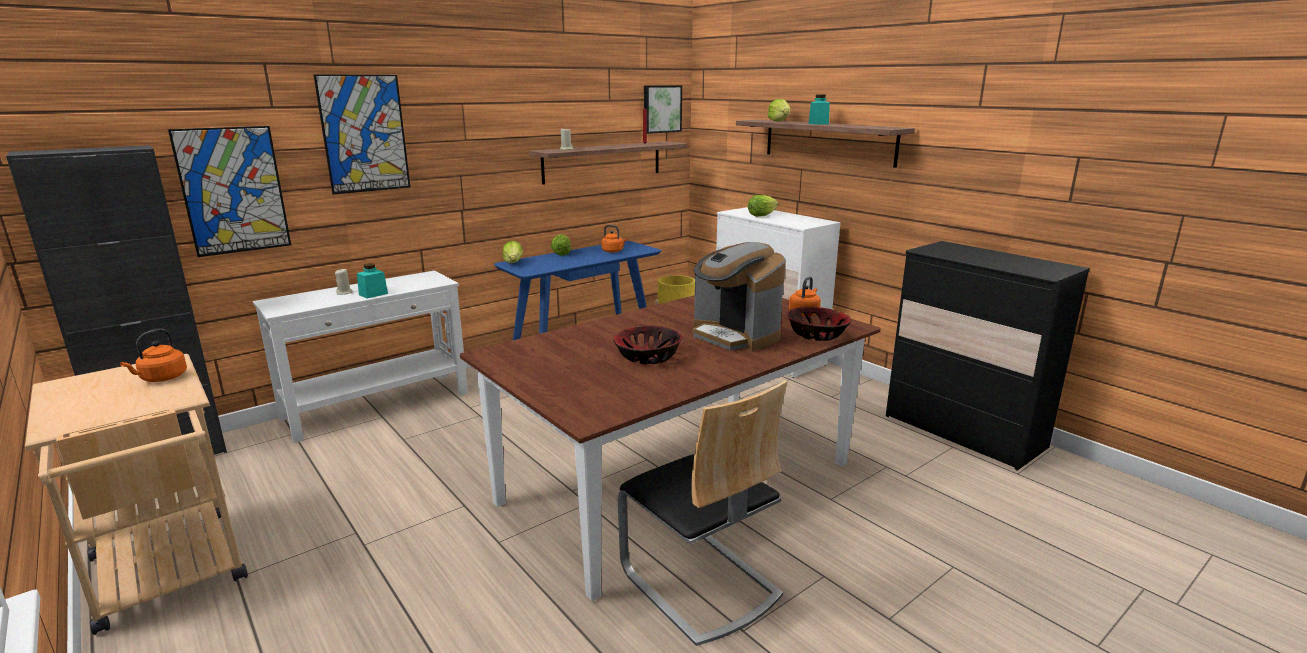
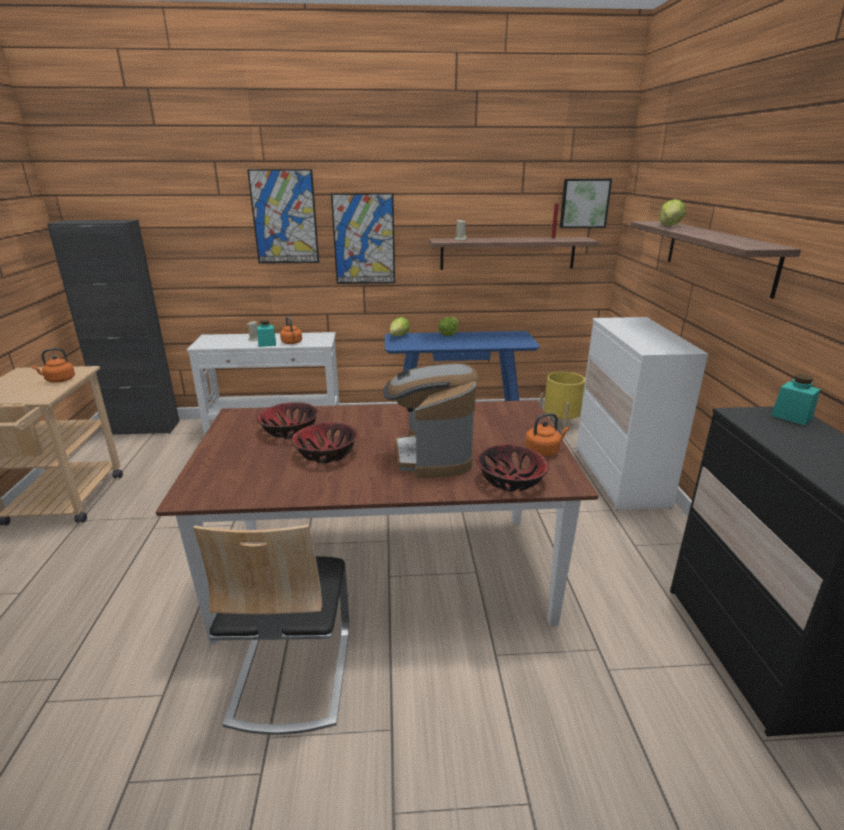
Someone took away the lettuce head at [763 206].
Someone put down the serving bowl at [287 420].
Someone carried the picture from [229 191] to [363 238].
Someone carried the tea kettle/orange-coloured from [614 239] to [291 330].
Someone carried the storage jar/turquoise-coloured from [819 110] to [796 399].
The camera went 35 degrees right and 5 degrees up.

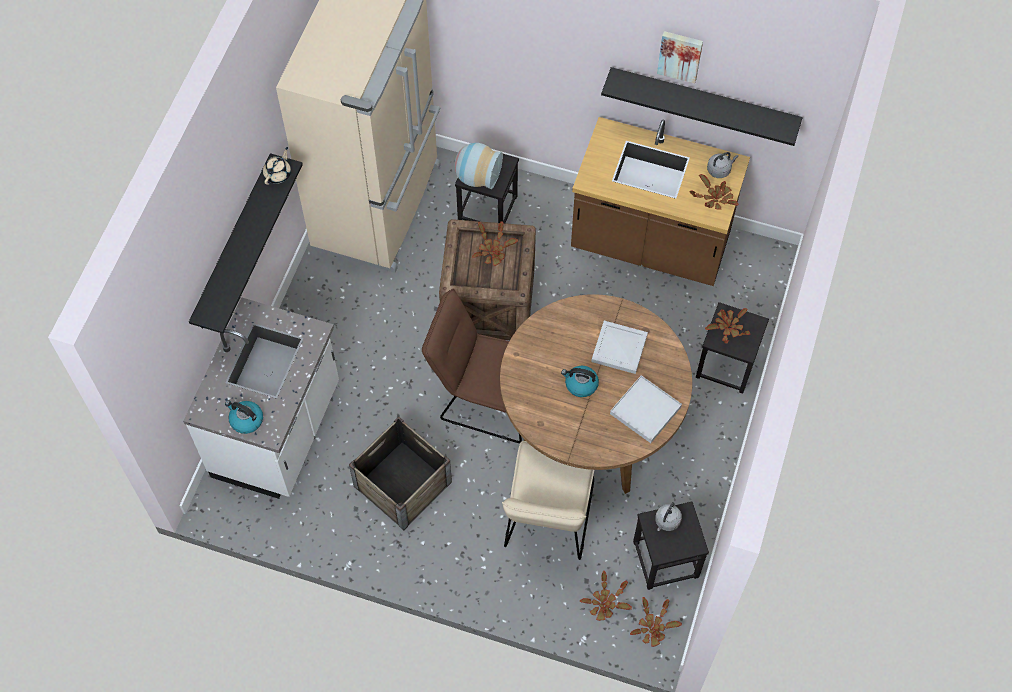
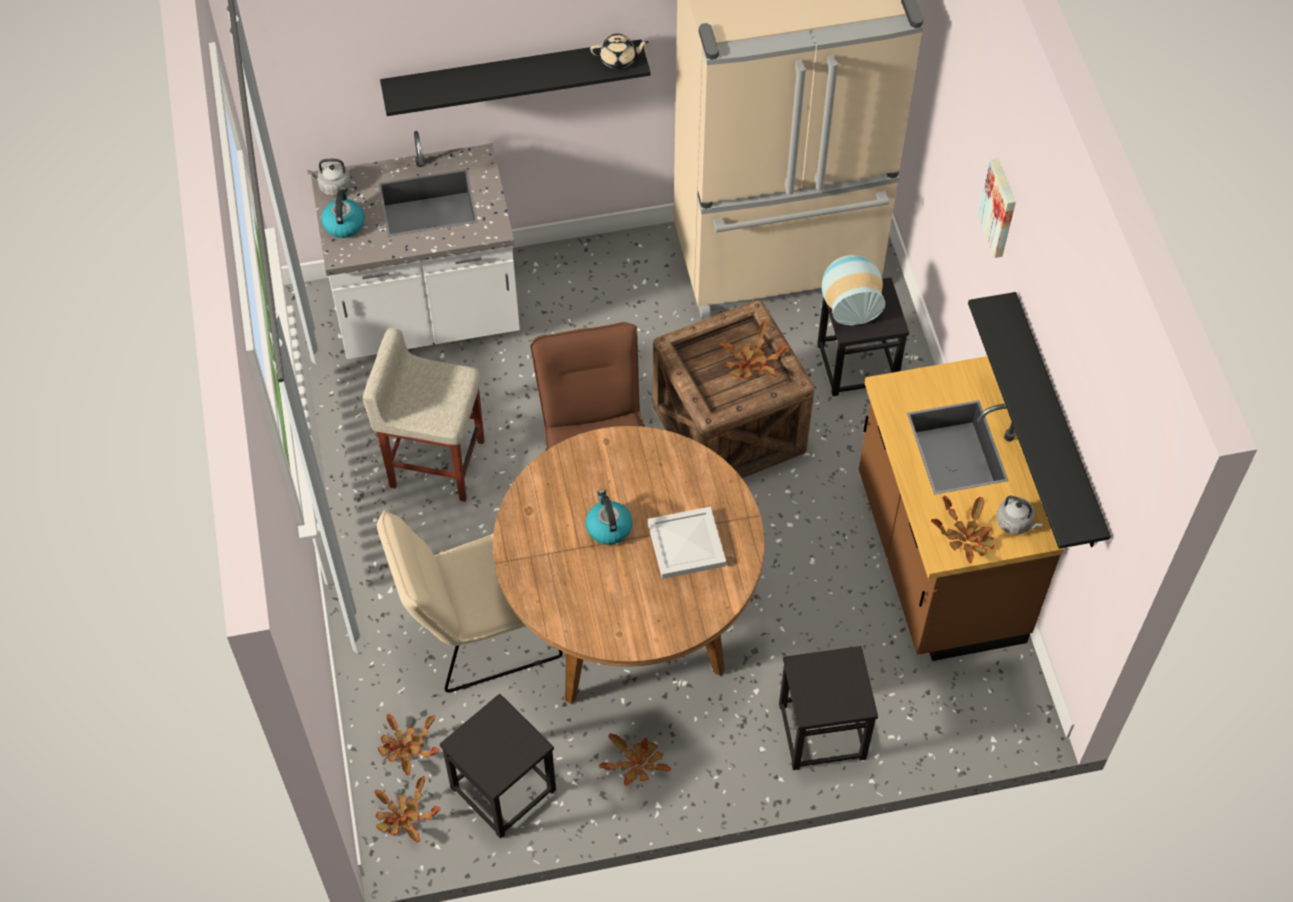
Someone took away the tray/whitish at [646 409].
Someone carried the tea kettle/greyish from [668 516] to [329 177].
Someone carried the picture from [680 57] to [997 208].
Someone carried the houseplant from [728 326] to [635 759].
Someone swapped the shipping crate at [400 473] for the stool seat/beige-coloured at [423 415].
The camera went 60 degrees right and 5 degrees down.

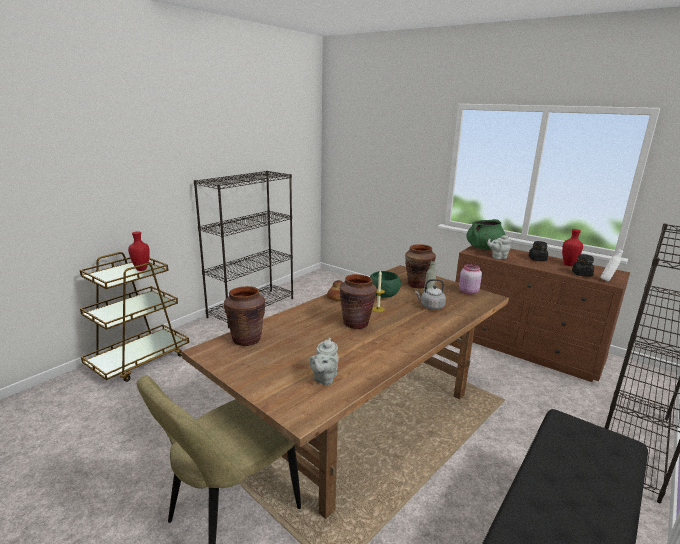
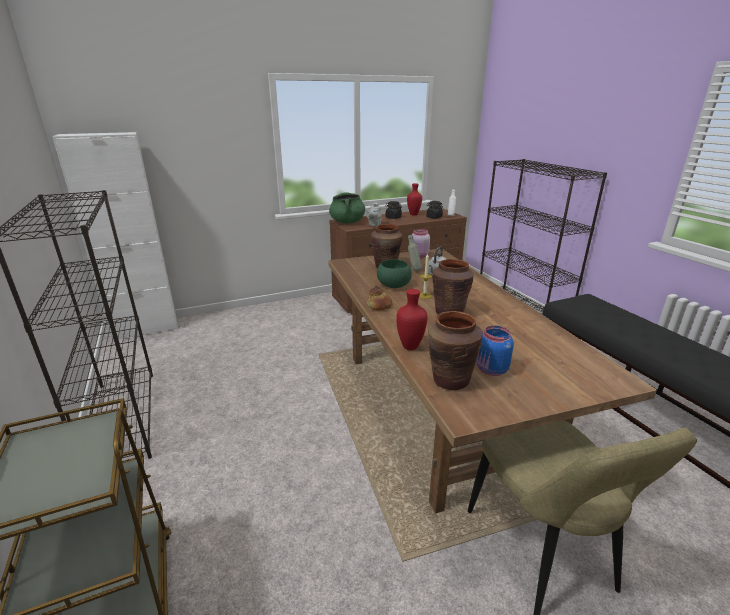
Someone took away the pot for tea/greyish at [324 361].
Someone put down the storage cabinet/whitish at [115 236].
Someone put down the storage jar/bluish at [495 351].
Someone carried the vase/red-coloured from [139 251] to [412 319].
The camera went 60 degrees left and 5 degrees up.

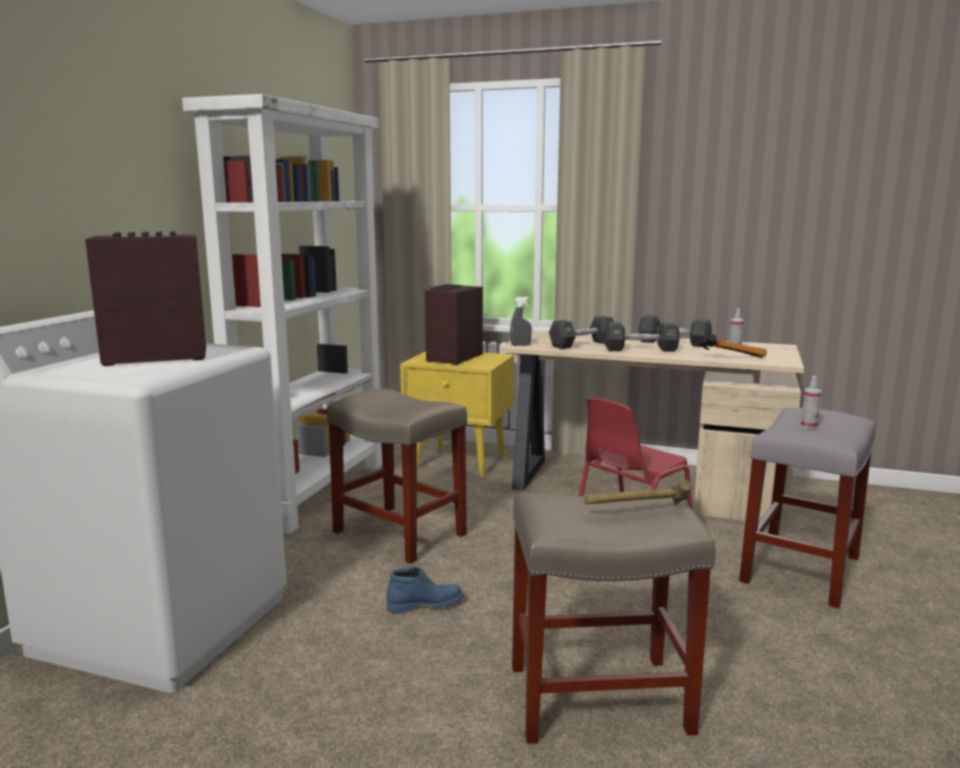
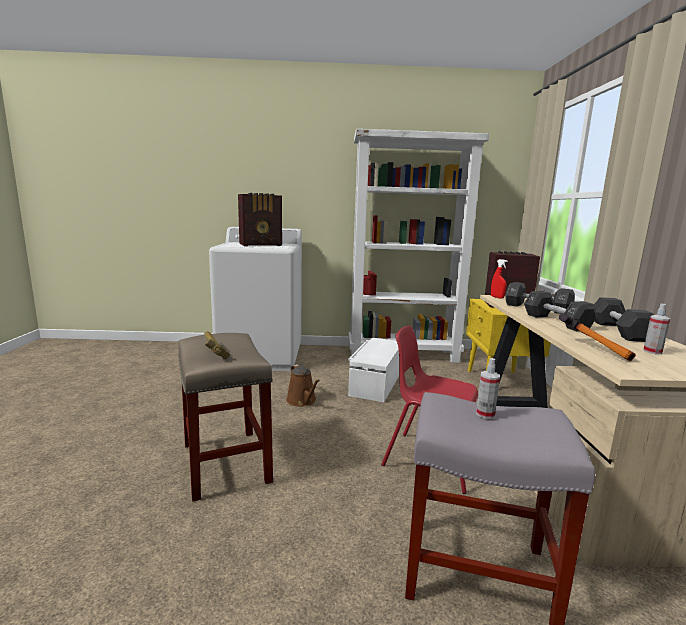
Someone swapped the stool seat/beige-coloured at [397 476] for the storage bin/whitish at [373 370].
Someone swapped the boot/bluish at [425 590] for the sprinkling can/brownish at [303 385].
Someone repainted the spray bottle/greyish at [521 321], which became the spray bottle/red-coloured at [499 278].
Someone rotated the radio receiver at [145 298] by 105 degrees clockwise.
The camera went 70 degrees right and 0 degrees up.

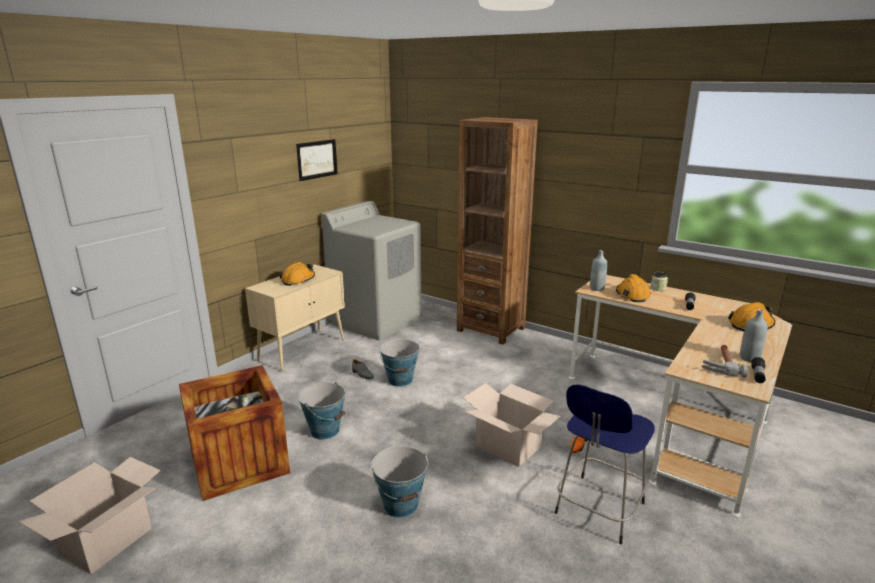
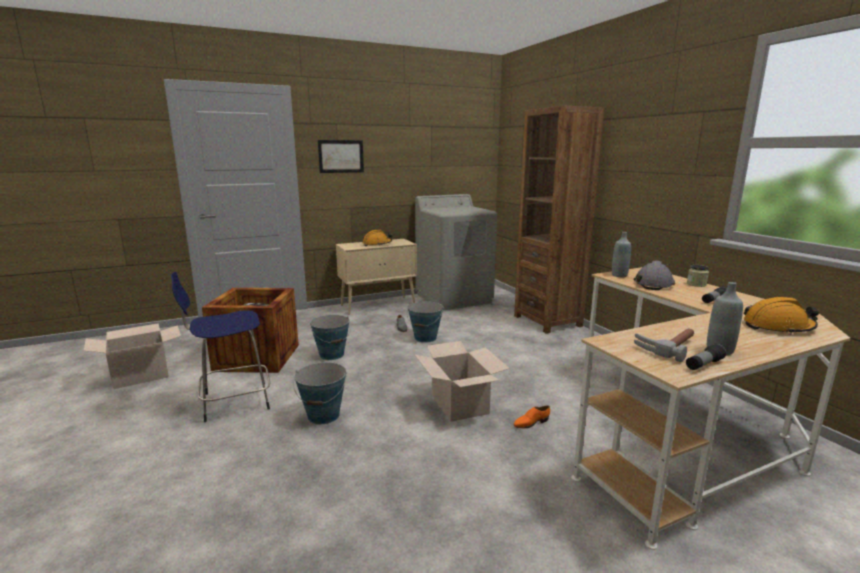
Someone carried the picture from [317 160] to [341 156].
Someone carried the stool seat/bluish from [605 464] to [220 347].
Someone repainted the safety helmet/orange-coloured at [633 288], which became the safety helmet/greyish at [654 275].
The camera went 30 degrees right and 5 degrees down.

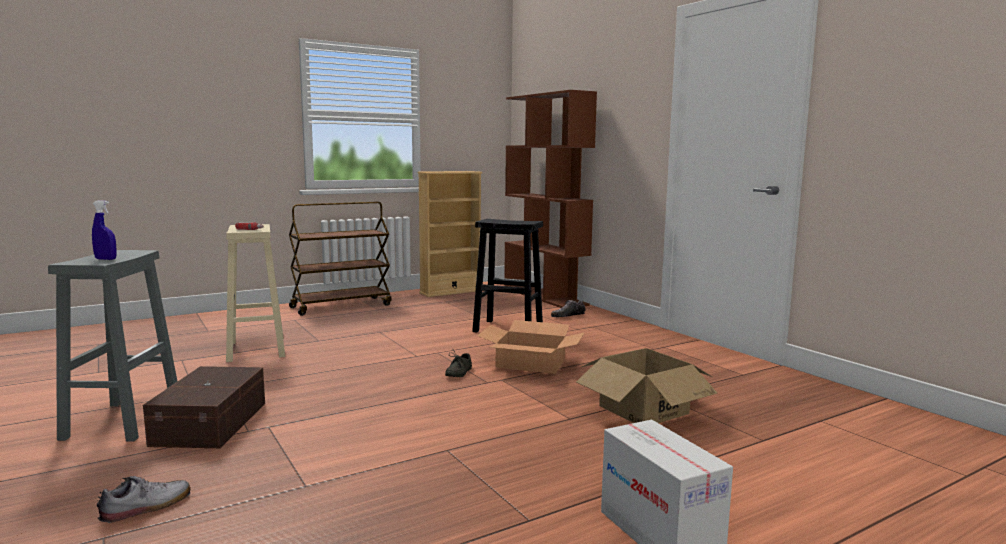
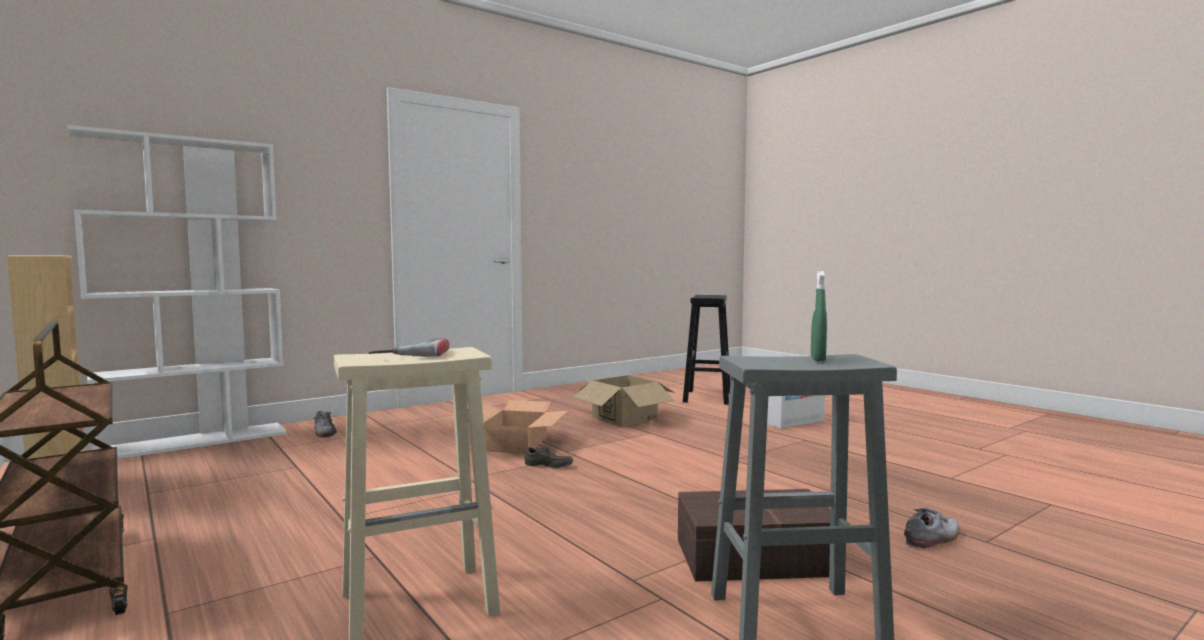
Someone carried the stool seat/black from [507 276] to [706 350].
Someone repainted the spray bottle/bluish at [104 230], which became the spray bottle/greenish at [819 316].
Someone repainted the shelving unit/brownish at [550 199], which became the shelving unit/whitish at [177 292].
Someone rotated the low shoe at [144 499] by 105 degrees clockwise.
The camera went 95 degrees left and 5 degrees down.

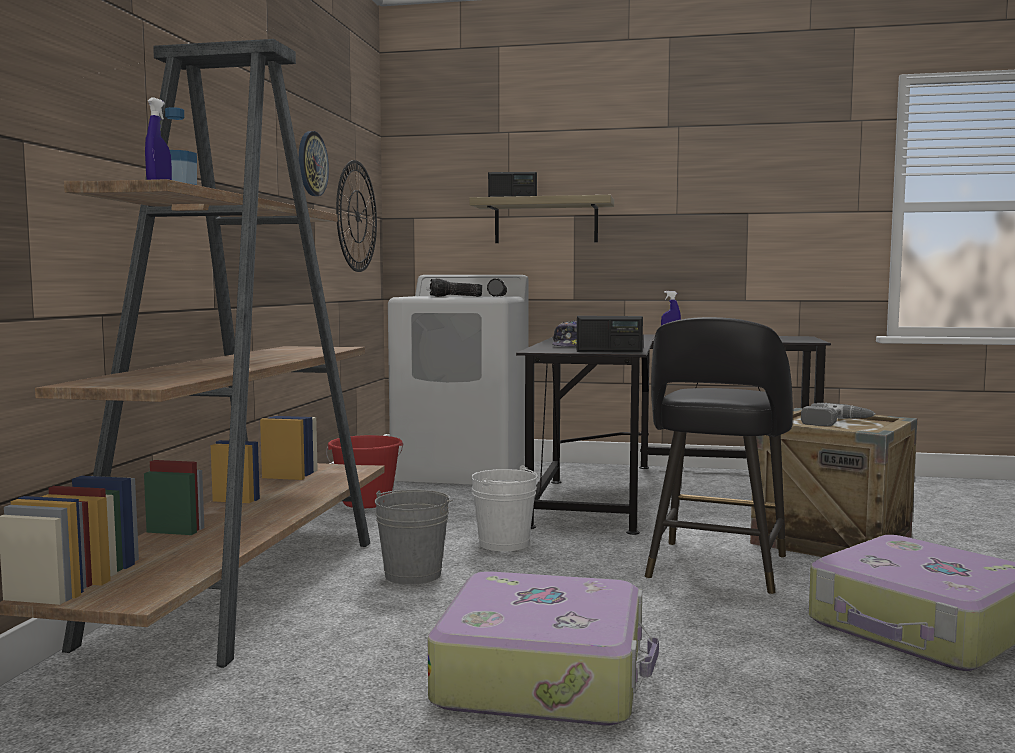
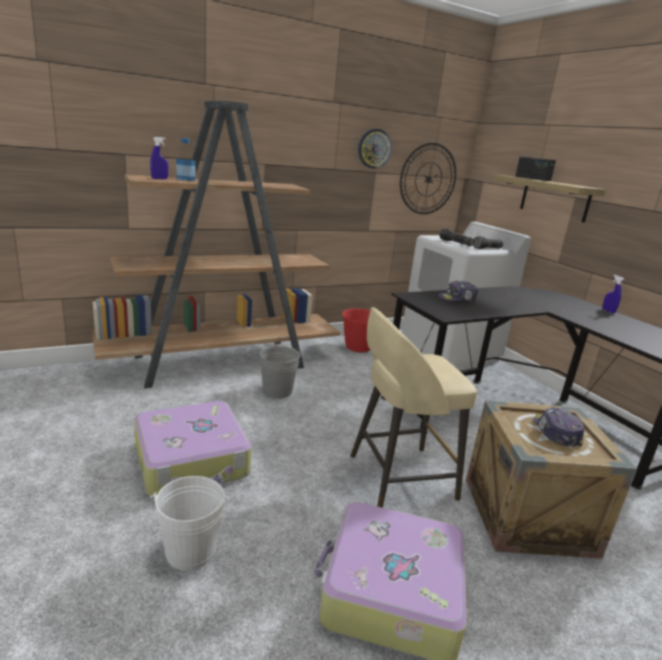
Someone took away the radio receiver at [610 334].
Someone carried the water bucket/whitish from [504 508] to [189 523].
Someone swapped the power drill at [838 414] for the cap at [558 427].
Someone repainted the stool seat/black at [719 456], which became the stool seat/beige-coloured at [414 407].
The camera went 50 degrees right and 15 degrees up.

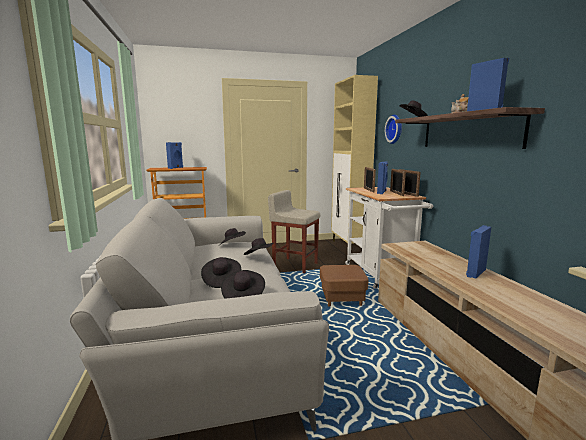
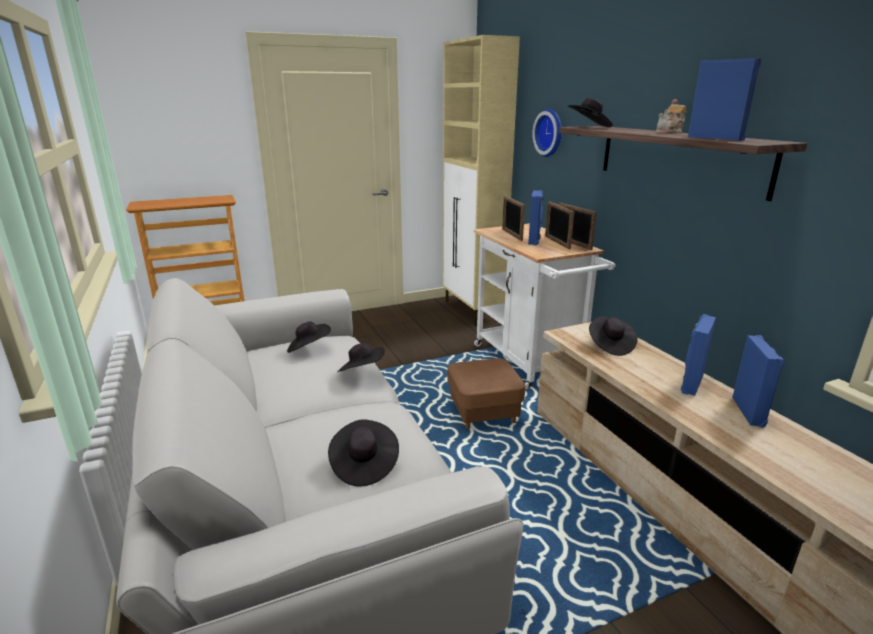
Someone took away the stool seat/beige-coloured at [294 231].
Someone carried the audio speaker/bluish from [174 155] to [758 381].
Someone carried the hat/black from [221 272] to [613 336].
The camera went 10 degrees left and 10 degrees up.

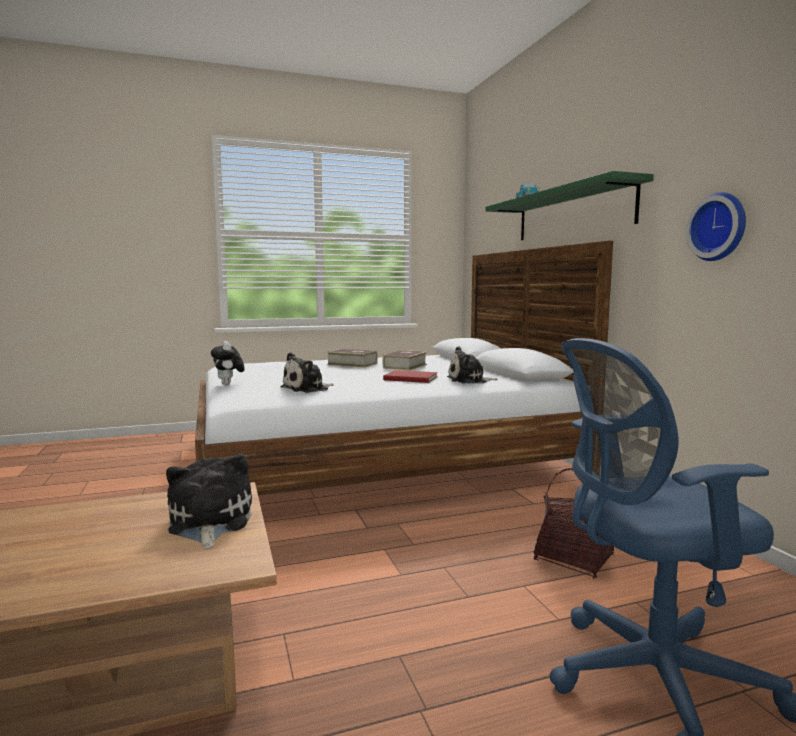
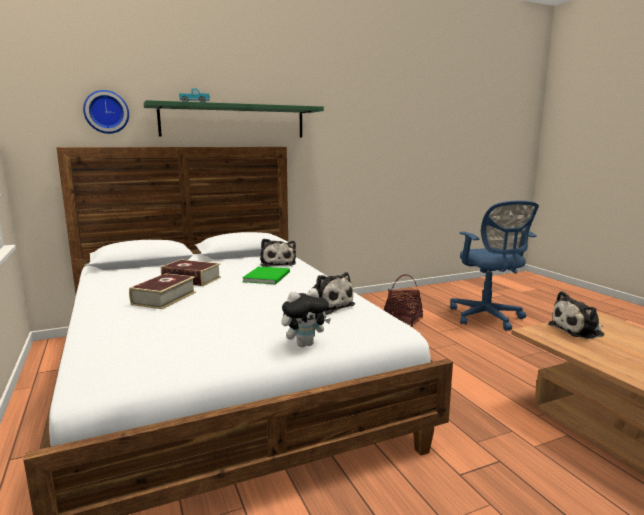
Someone carried the clock on the wall from [716 226] to [106 112].
Someone repainted the volume/red-coloured at [410 376], which became the volume/greenish at [266 275].
The camera went 95 degrees left and 5 degrees up.

